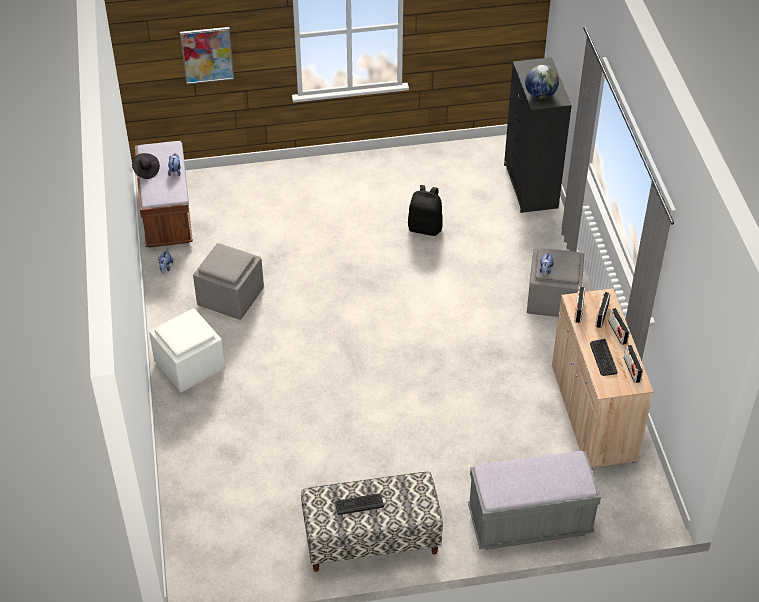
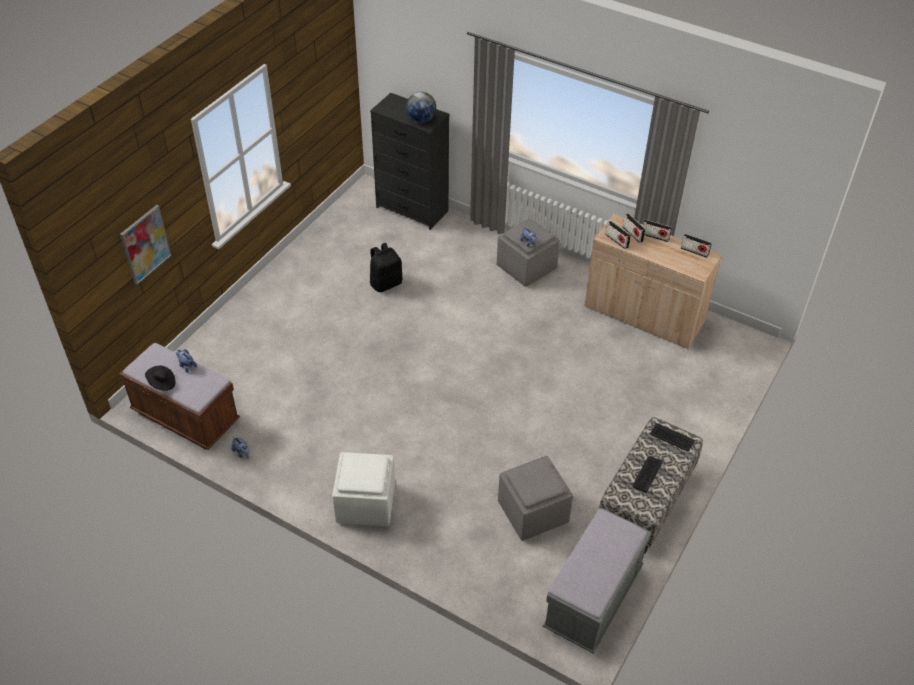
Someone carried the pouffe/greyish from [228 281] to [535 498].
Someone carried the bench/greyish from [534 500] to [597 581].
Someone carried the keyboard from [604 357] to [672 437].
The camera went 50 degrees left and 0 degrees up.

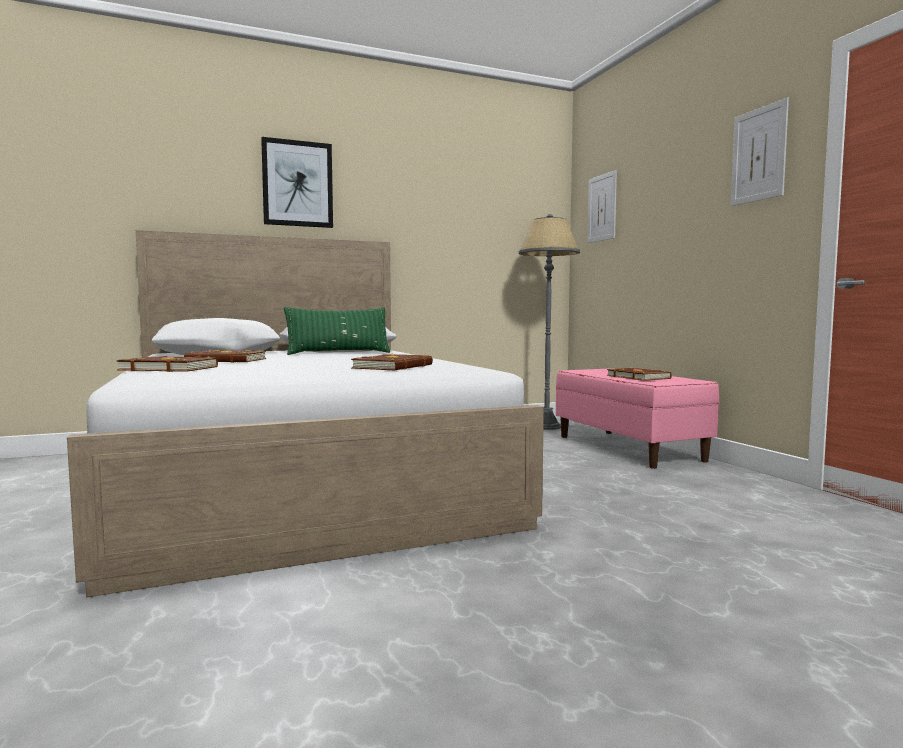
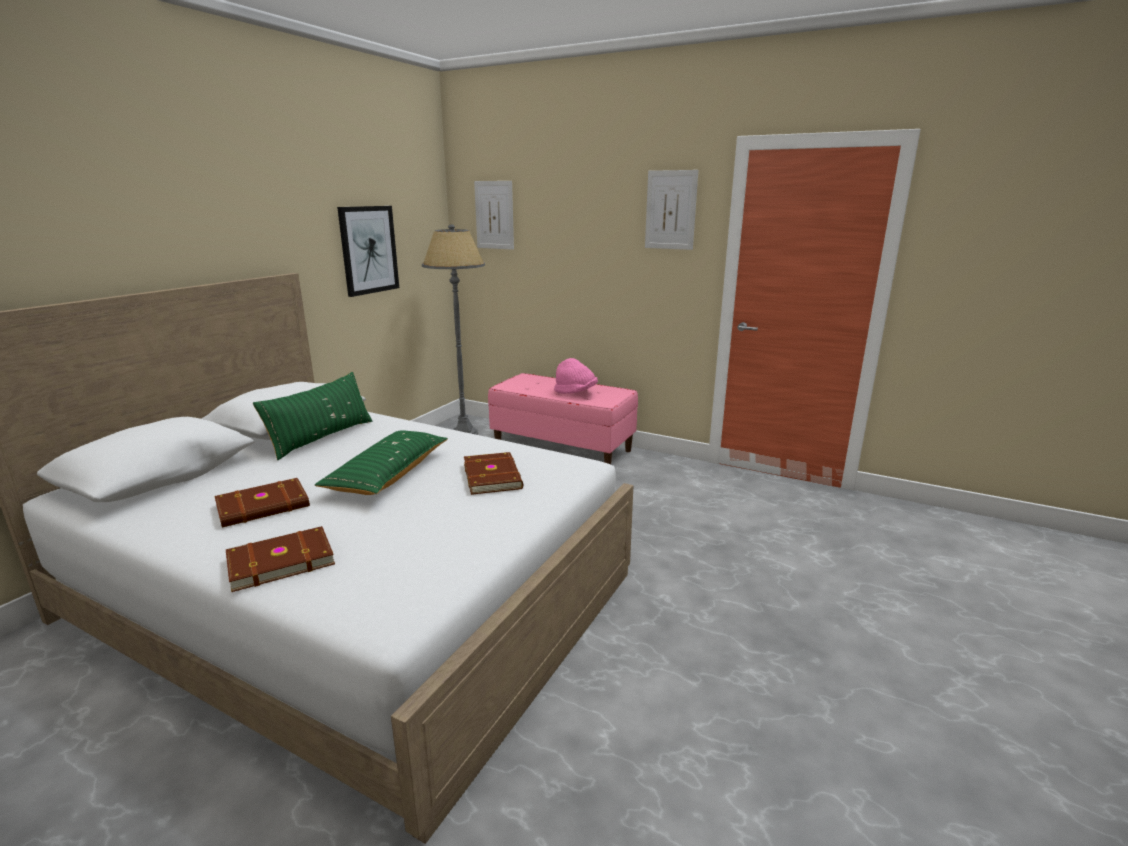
Someone put down the cushion/greenish at [381 462].
Someone carried the picture from [297 182] to [368 251].
Someone swapped the volume/brownish at [639 374] for the hat/pinkish at [576 376].
The camera went 40 degrees left and 15 degrees up.

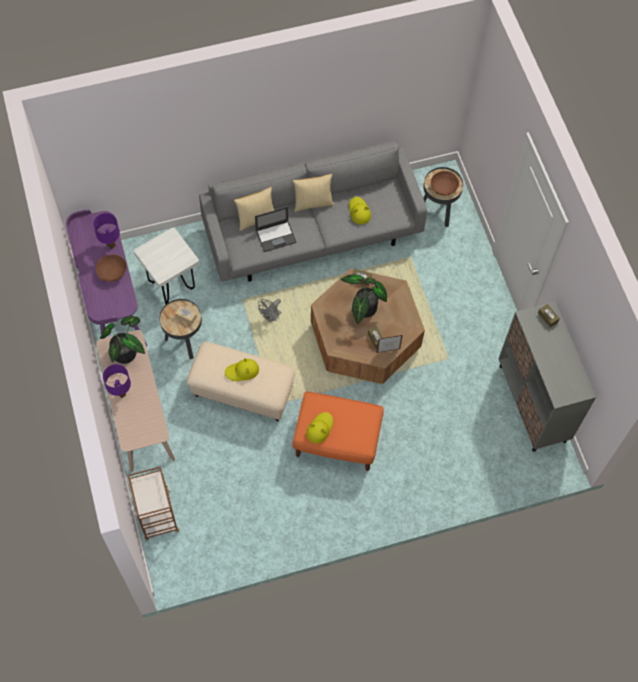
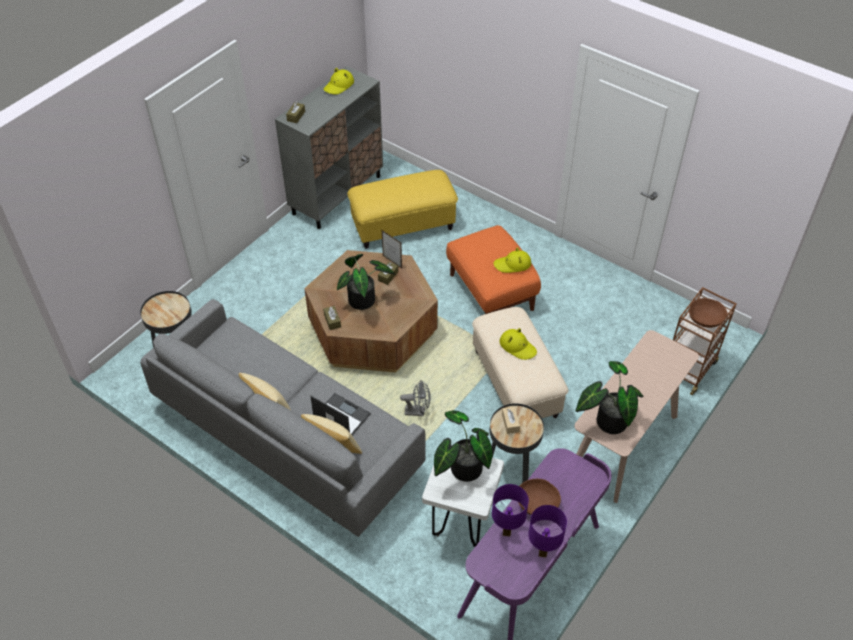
Someone put down the pouffe/yellowish at [402 209].
Someone put down the houseplant at [463 446].
Someone carried the lamp for a table/purplish from [117 381] to [547 531].
Someone carried the hat/yellowish from [360 210] to [339 81].
Someone carried the serving bowl/brownish from [445 183] to [708 313].
The camera went 125 degrees left and 15 degrees down.

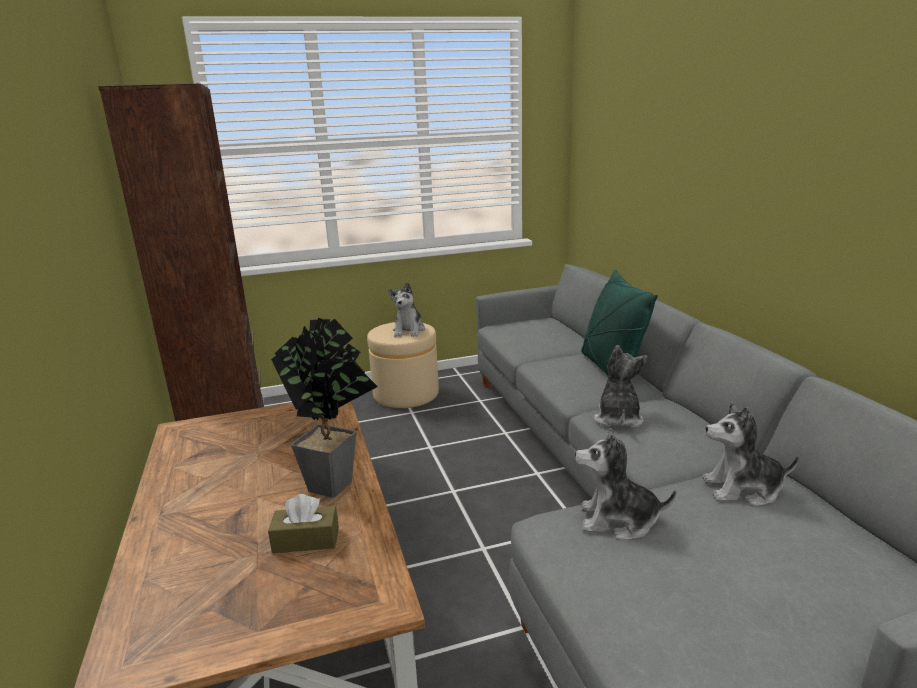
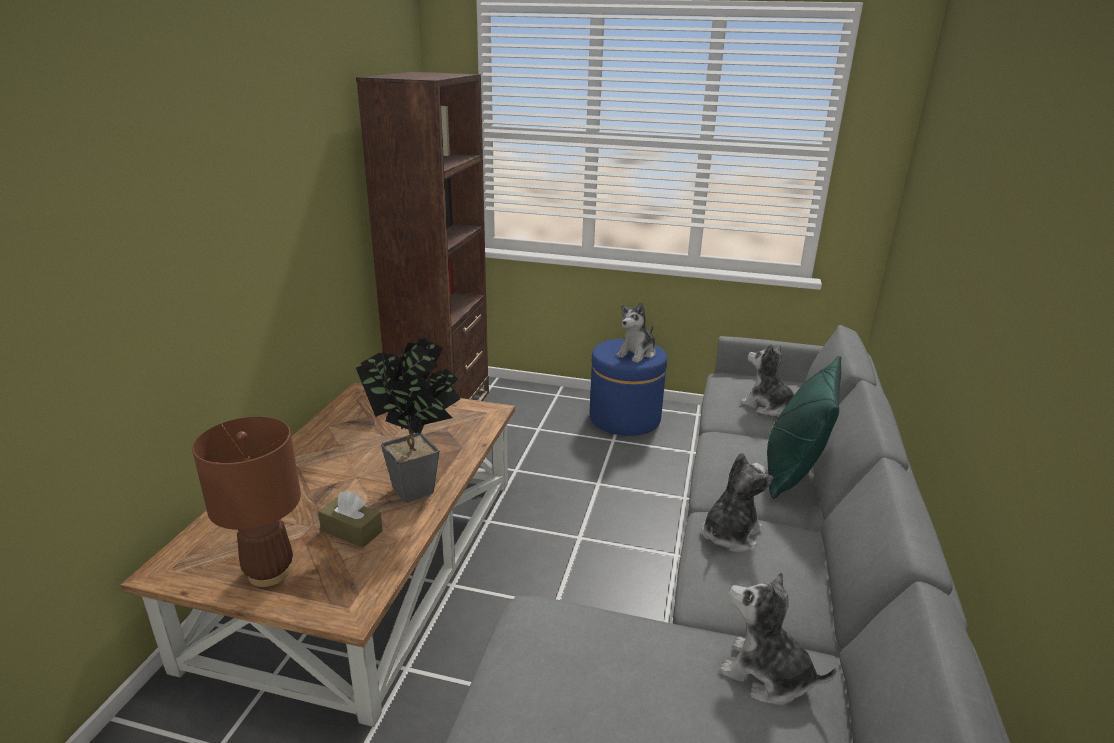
Someone put down the lamp for a table/brownish at [246 502].
Someone carried the cuddly toy from [625 484] to [767 380].
Someone repainted the pouffe/beige-coloured at [403 365], which became the pouffe/bluish at [628 387].
The camera went 30 degrees right and 5 degrees up.

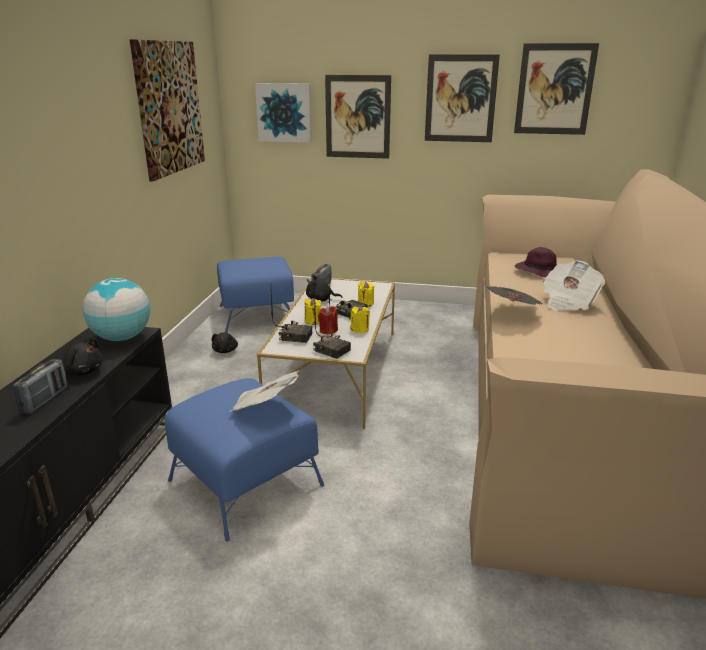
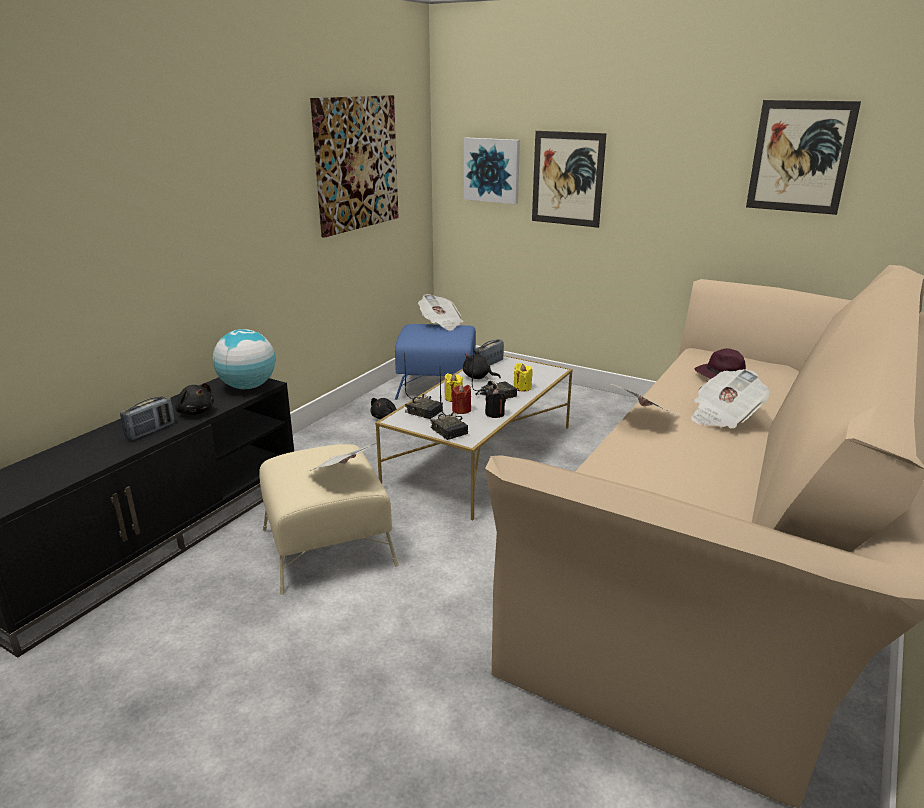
Someone took away the picture at [462 98].
Someone put down the newspaper at [440 312].
Someone repainted the pouffe/bluish at [244 460], which became the pouffe/beige-coloured at [329 519].
Someone repainted the wax candle/yellowish at [360 319], which became the wax candle/black at [495 403].
The camera went 20 degrees right and 0 degrees up.

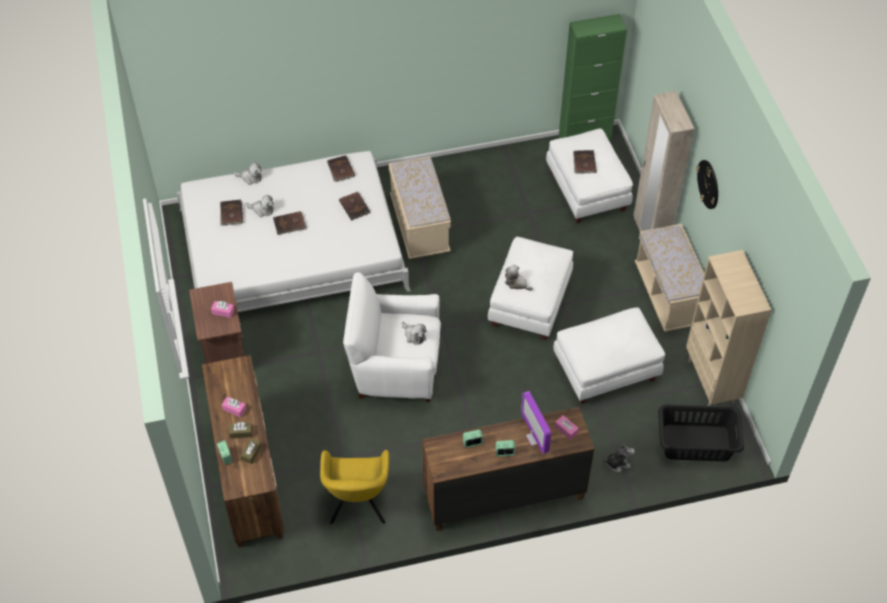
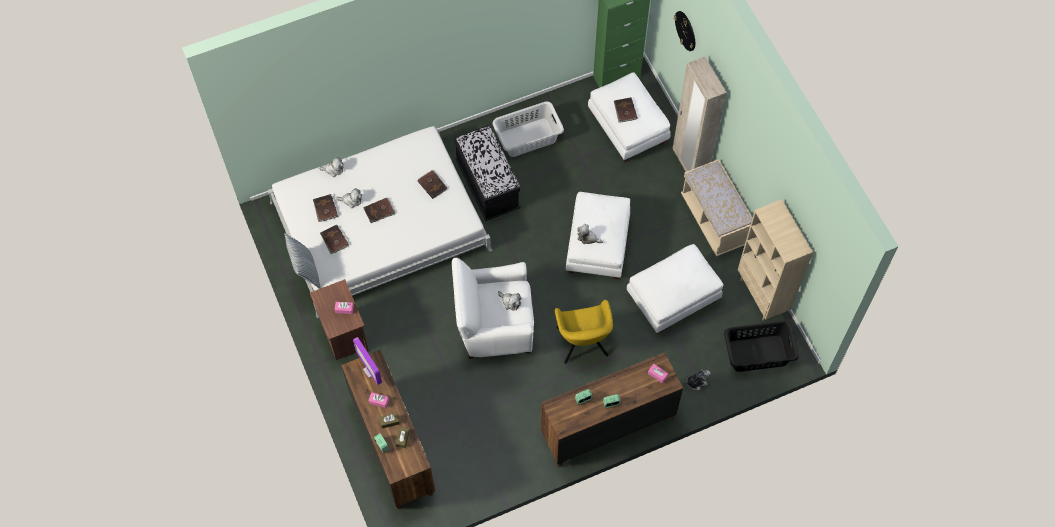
Someone put down the cushion at [302 261].
Someone put down the laundry basket/greyish at [528 129].
Someone carried the armchair/yellowish from [354 487] to [584 332].
Someone carried the volume/brownish from [341 168] to [334 239].
Someone carried the computer display from [536 422] to [367 361].
Someone carried the clock on the wall from [707 184] to [684 31].
Someone repainted the bench/beige-coloured at [420 207], which became the bench/black at [487 173].
The camera went 10 degrees left and 10 degrees up.

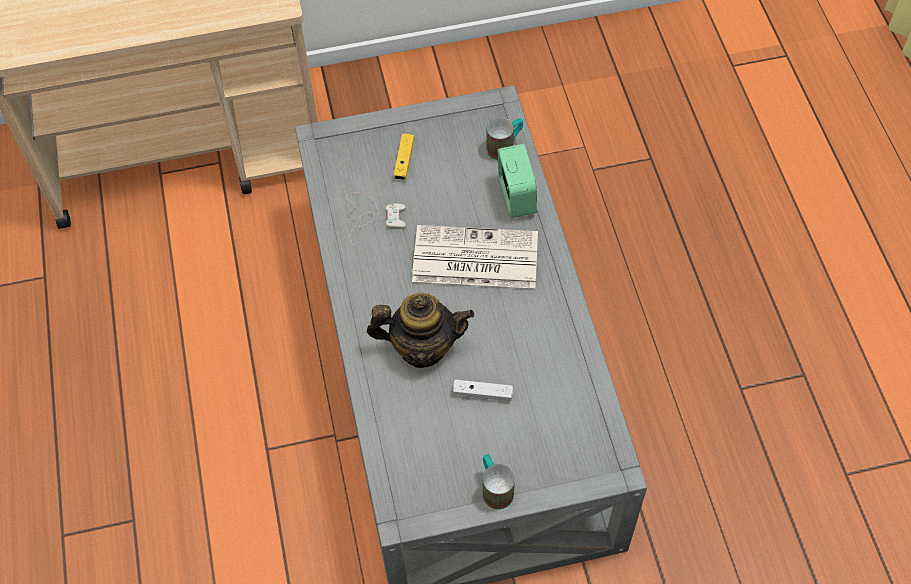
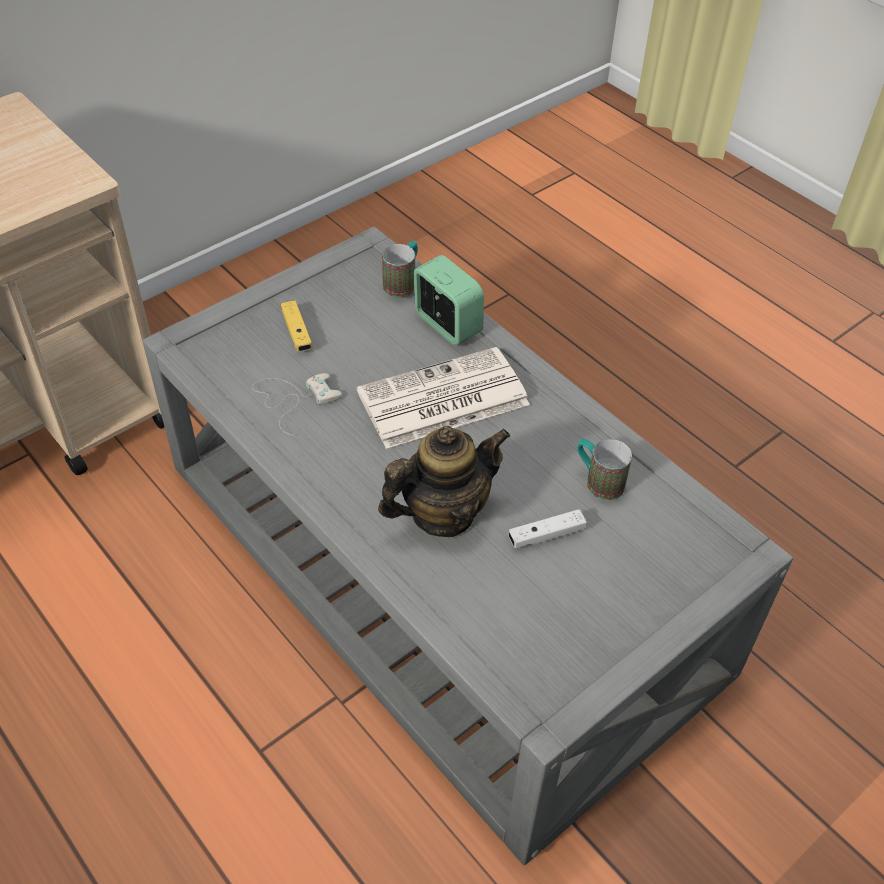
Someone carried the mug from [498 482] to [604 469].
The camera went 30 degrees left and 10 degrees down.

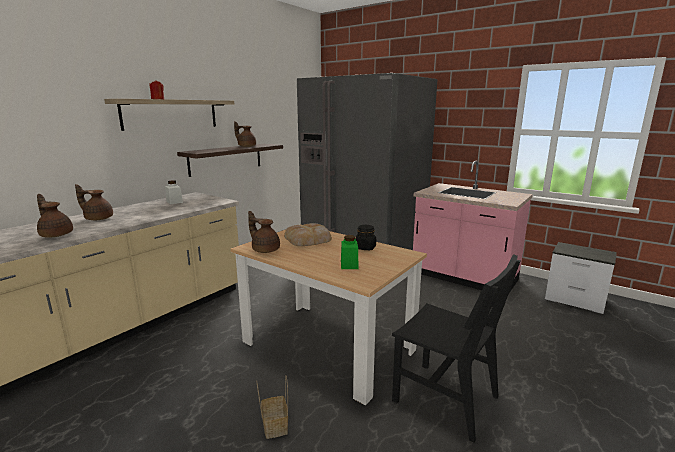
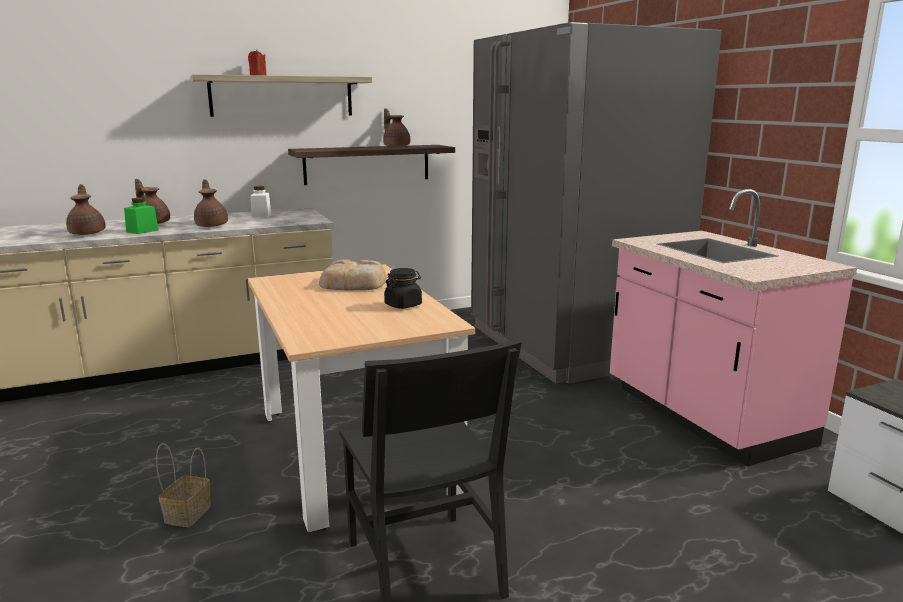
Someone carried the pot for tea/brownish from [264 232] to [211 203].
Someone carried the storage jar/greenish from [350 252] to [141 216].
The camera went 30 degrees right and 0 degrees up.

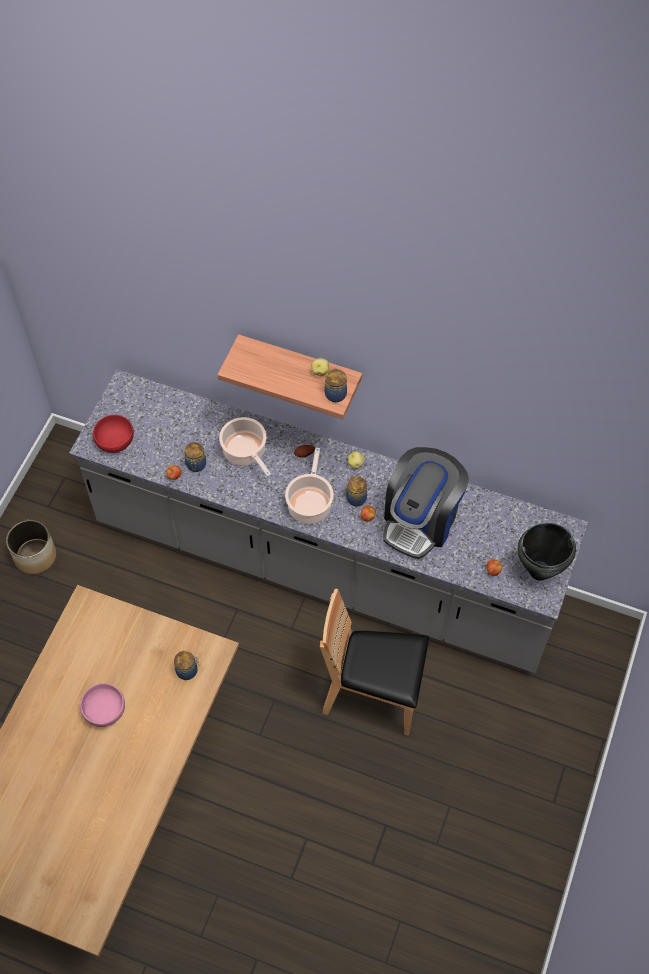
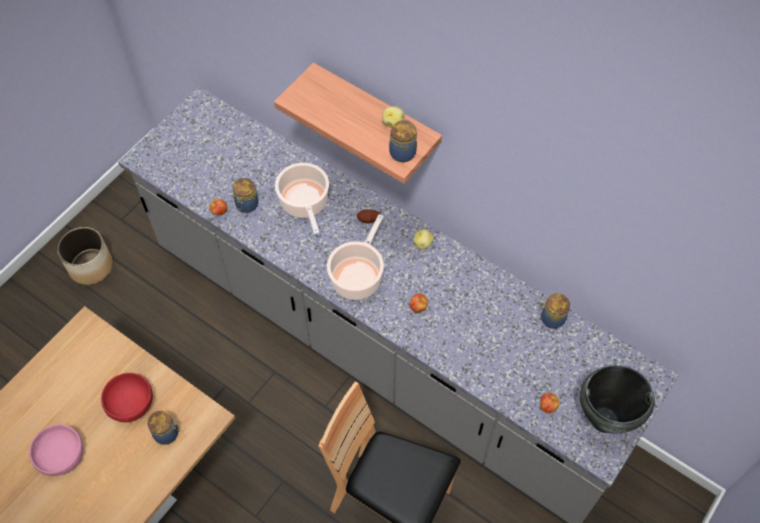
Someone took away the coffee machine at [426 503].
Someone carried the serving bowl/red-coloured from [113 434] to [127 397].
Someone carried the storage jar from [355 491] to [554 311].
The camera went 15 degrees right and 0 degrees up.

